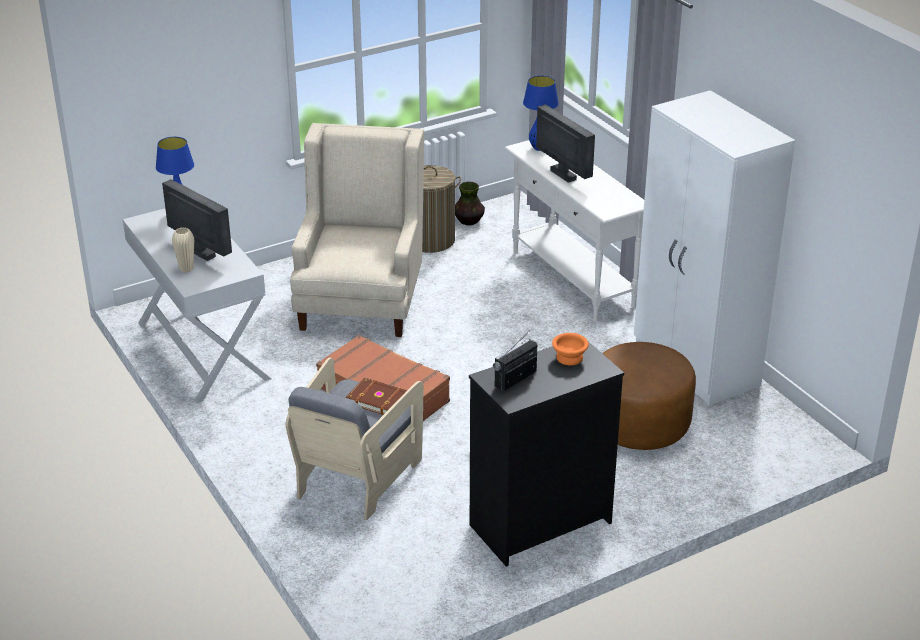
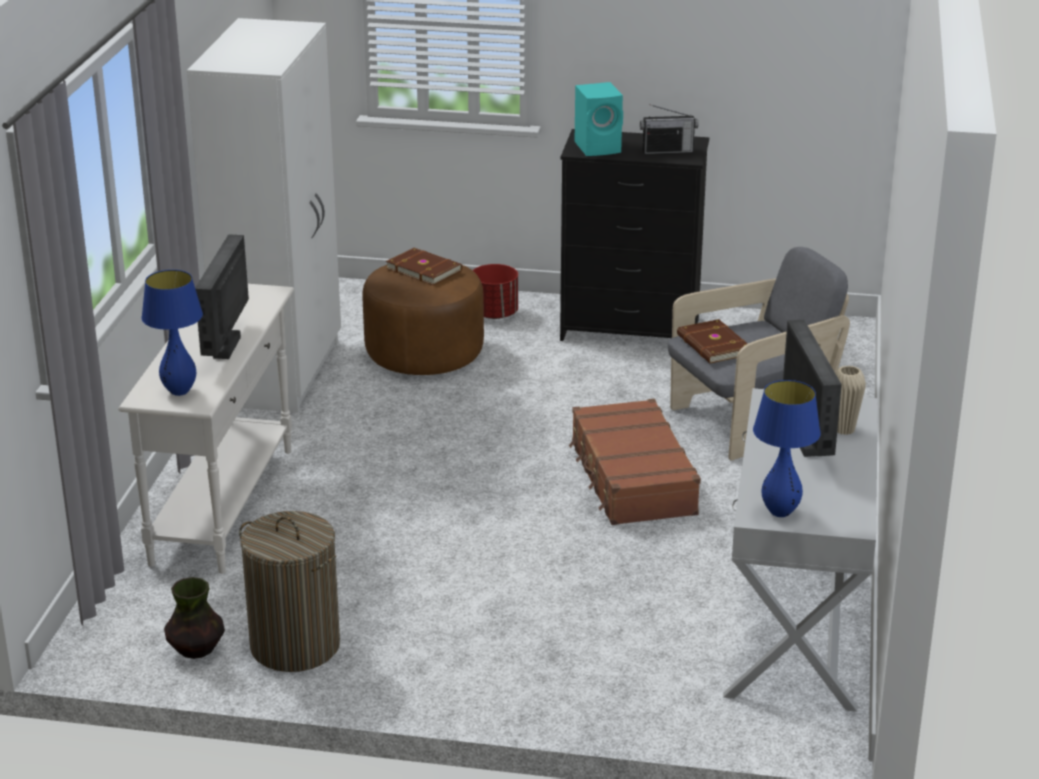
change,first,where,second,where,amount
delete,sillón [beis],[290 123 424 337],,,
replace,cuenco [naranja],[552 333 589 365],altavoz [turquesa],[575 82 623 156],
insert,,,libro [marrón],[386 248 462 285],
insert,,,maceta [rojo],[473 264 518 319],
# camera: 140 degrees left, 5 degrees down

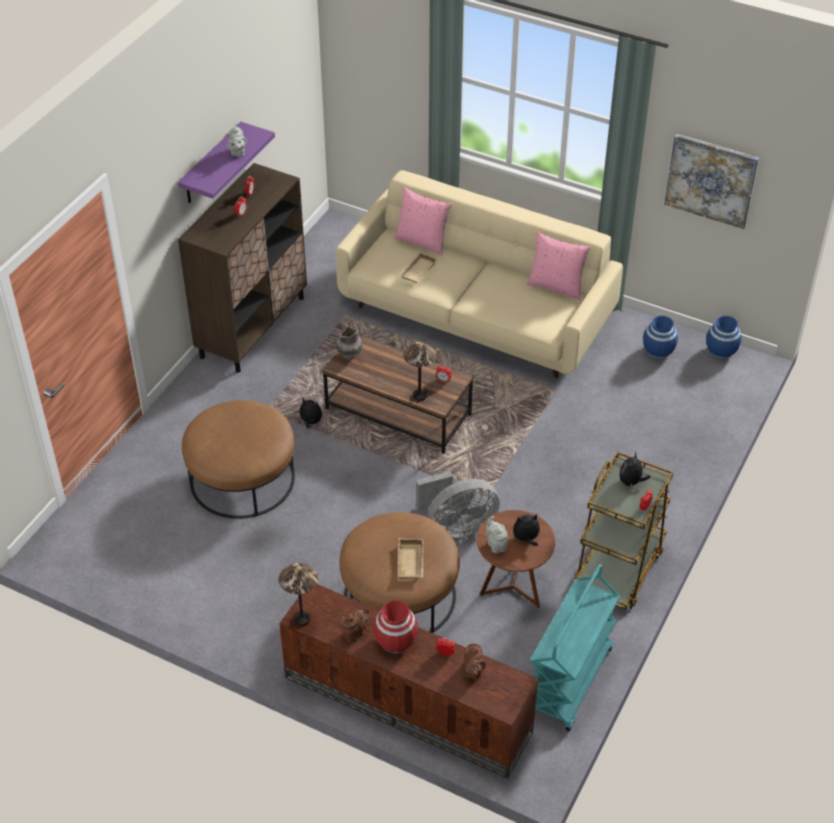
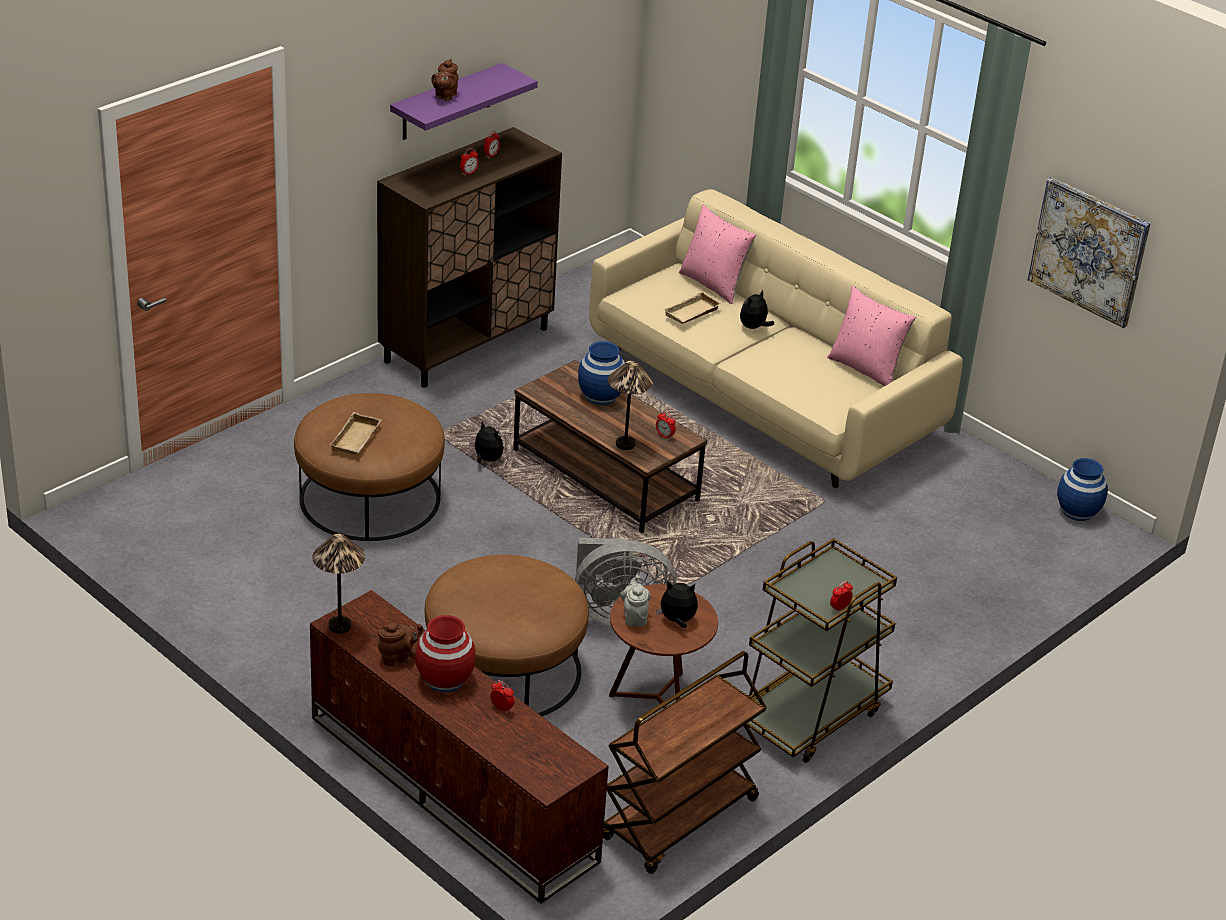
change,first,where,second,where,amount
delete,tetera [gris],[227 125 247 157],,,
delete,florero [gris],[336 326 363 359],,,
move,bandeja [beis],[398 538 424 579],,[330 412 382 455],
move,tetera [marrón],[461 643 486 679],,[431 59 458 101],
recolor,carrito [turquesa],[530 564 620 731],carrito [marrón],[603 651 767 874],
move,peluche,[619 452 650 488],,[740 289 774 329],
move,florero [azul],[643 316 678 359],,[578 341 625 405],
# camera: 15 degrees right, 10 degrees down

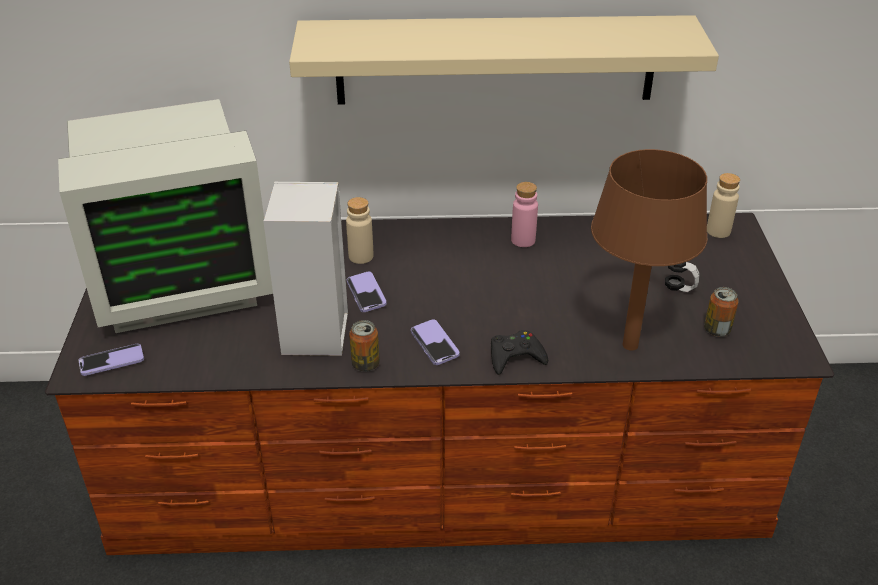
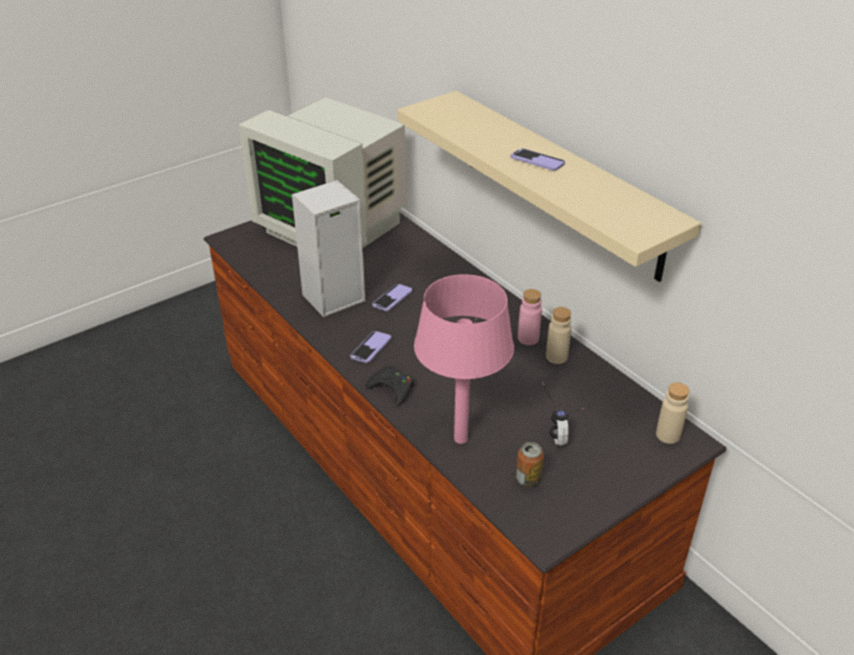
change,first,where,second,where,amount
move,móvil,[79 344 144 376],,[511 148 565 171],
move,botella [beis],[346 197 373 264],,[546 307 572 364],
delete,lata,[349 320 380 372],,,
recolor,lámpara de mesa [marrón],[591 149 707 351],lámpara de mesa [rosa],[414 274 514 444],
# camera: 55 degrees right, 0 degrees up

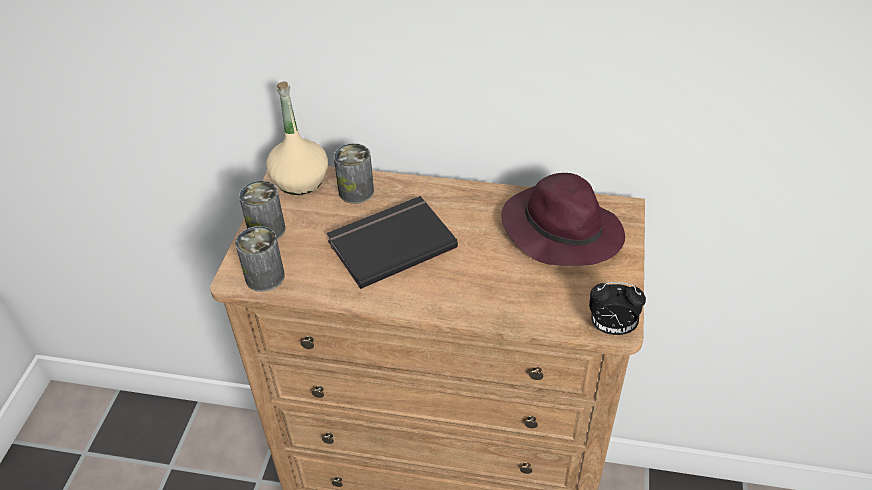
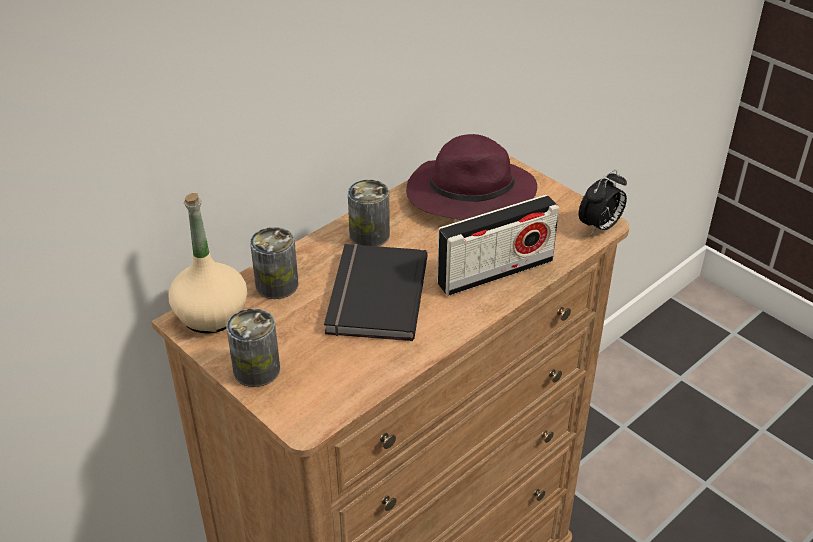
change,first,where,second,where,amount
move,lata,[235 226 285 292],,[348 180 390 246],
insert,,,radio,[437 195 559 296],
# camera: 55 degrees left, 5 degrees down

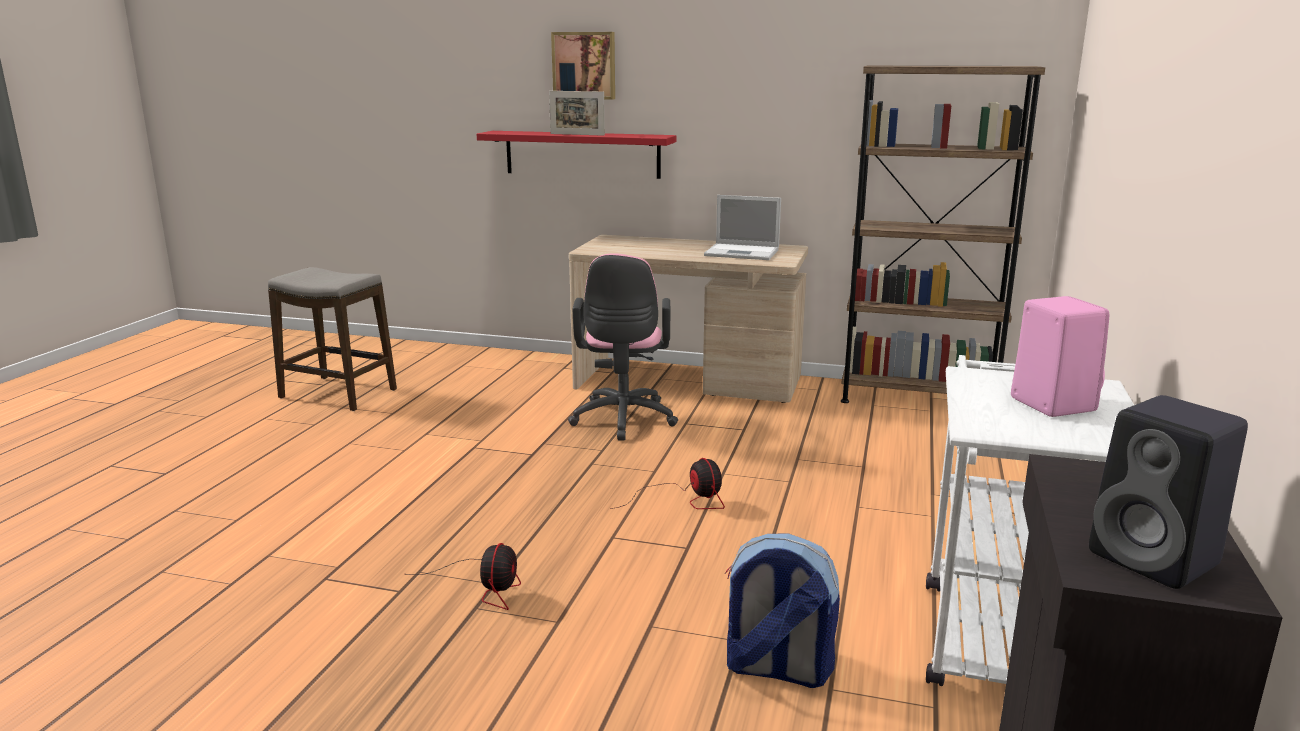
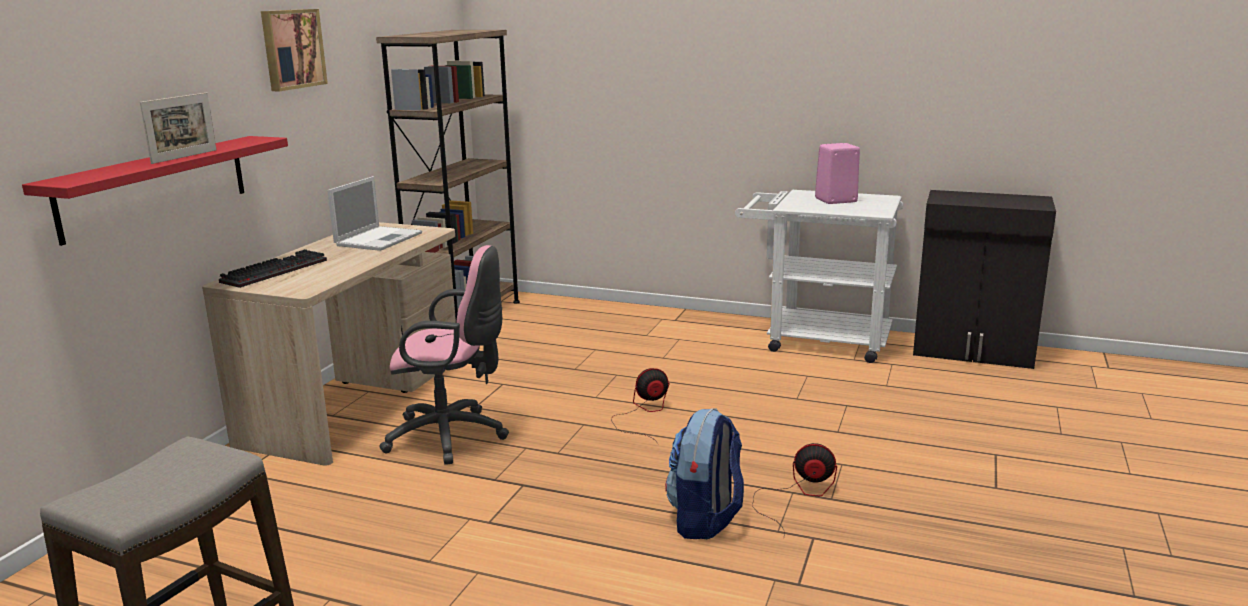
change,first,where,second,where,amount
move,cuadro,[551 32 615 100],,[261 9 328 91],
move,mochila,[725 533 840 688],,[665 408 744 539],
delete,altavoz [negro],[1089 395 1248 589],,,
insert,,,teclado,[219 249 327 288],
# camera: 85 degrees left, 0 degrees up

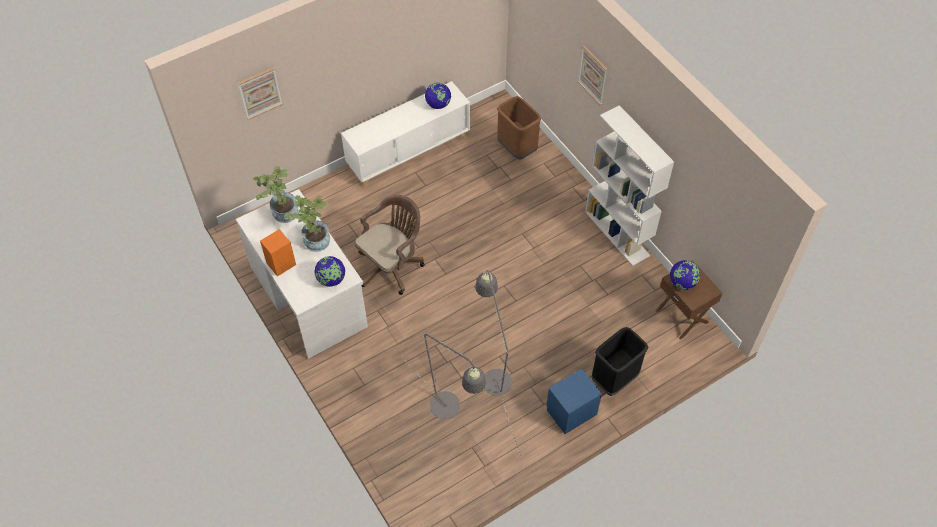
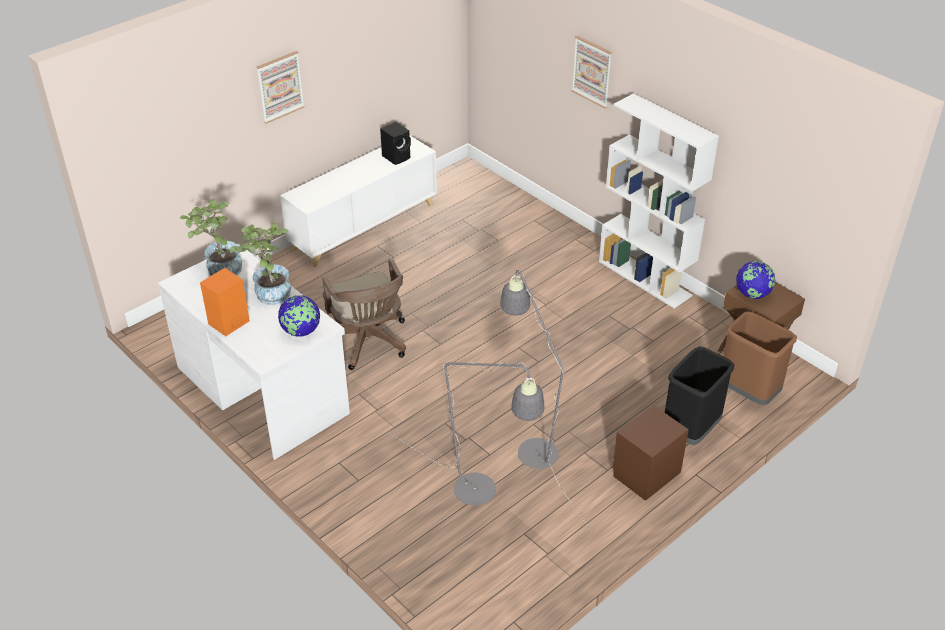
change,first,where,second,where,amount
move,cuadro,[238 67 283 120],,[257 51 305 124],
rotate,silla de oficina [marrón],[354 195 425 295],,[322 259 406 370],120 degrees clockwise
replace,globo terráqueo,[425 83 451 109],altavoz [negro],[380 122 411 165],
move,papelera [marrón],[497 96 541 160],,[723 311 797 405],
recolor,mesita de noche [azul],[546 369 602 434],mesita de noche [marrón],[612 405 689 501],
# camera: 10 degrees left, 15 degrees down

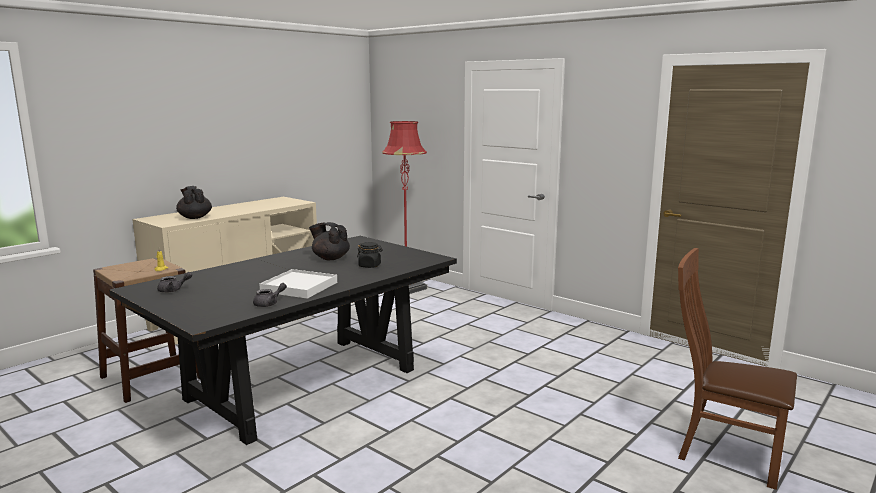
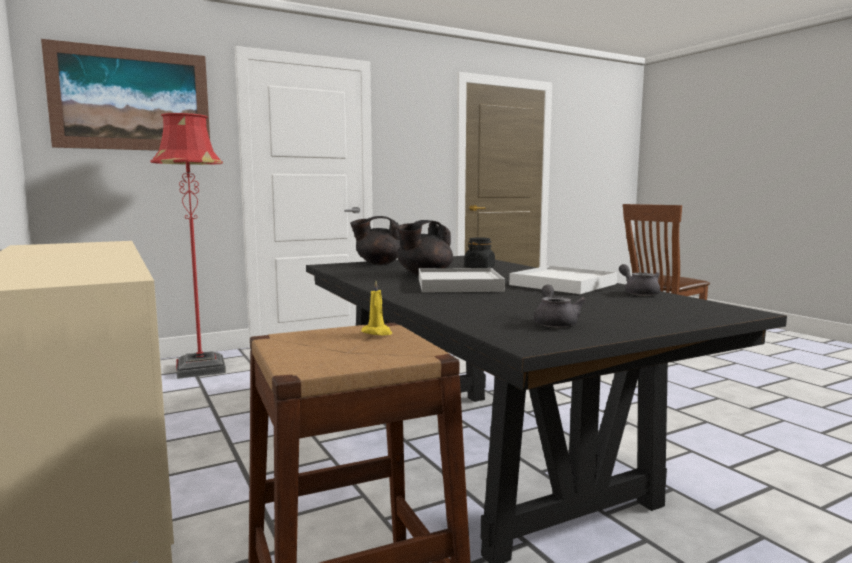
change,first,where,second,where,amount
move,tetera [negro],[176 186 212 219],,[350 216 401 265],
insert,,,cuadro,[41 39 210 151],
insert,,,bandeja [blanco],[419 268 505 292],
# camera: 70 degrees left, 5 degrees down

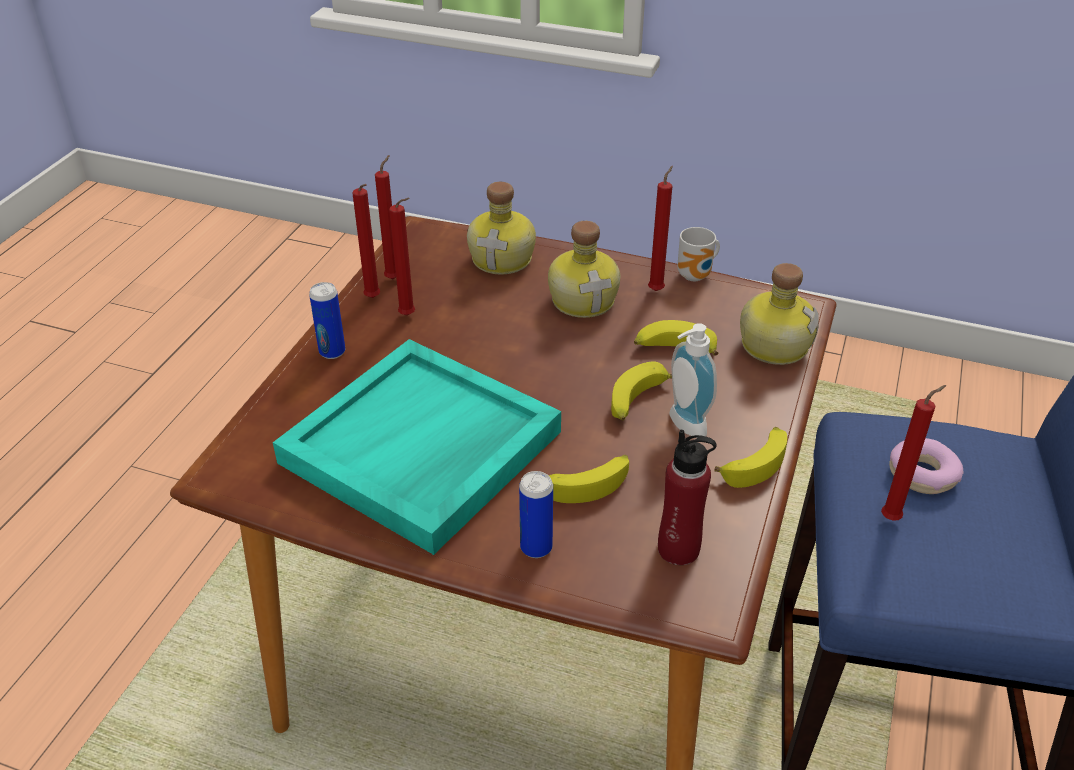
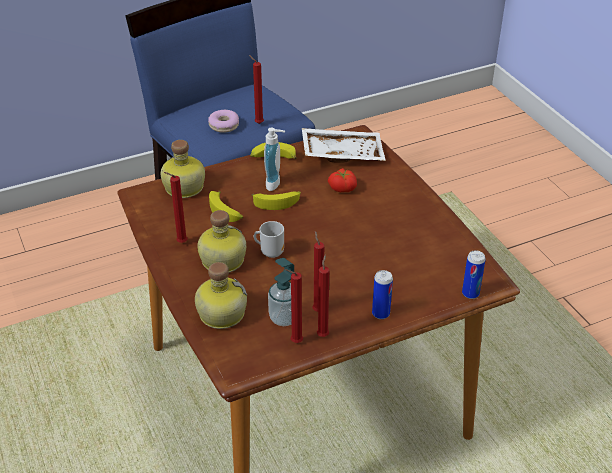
change,first,where,second,where,amount
delete,bandeja [turquesa],[273 339 561 555],,,
move,lata,[519 471 553 558],,[462 250 486 299],
replace,plátano,[548 455 629 503],tomate,[328 168 357 192],
replace,botella [rojo],[658 430 717 565],bandeja [blanco],[302 128 386 163],
move,taza grande,[677 227 720 281],,[254 221 284 258],
insert,,,dispensador de jabón,[268 258 294 326],
# camera: 135 degrees left, 0 degrees up

